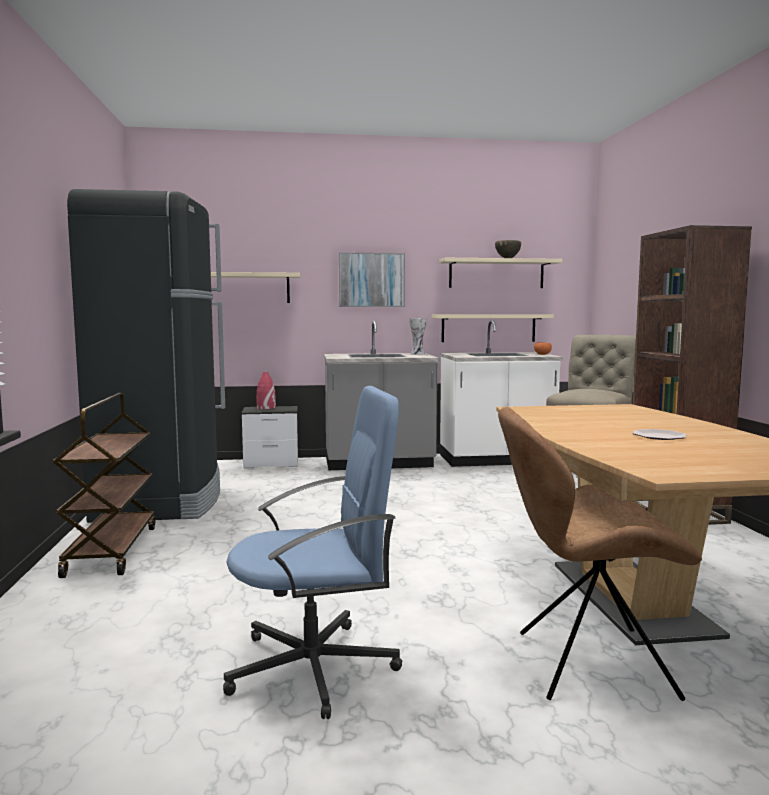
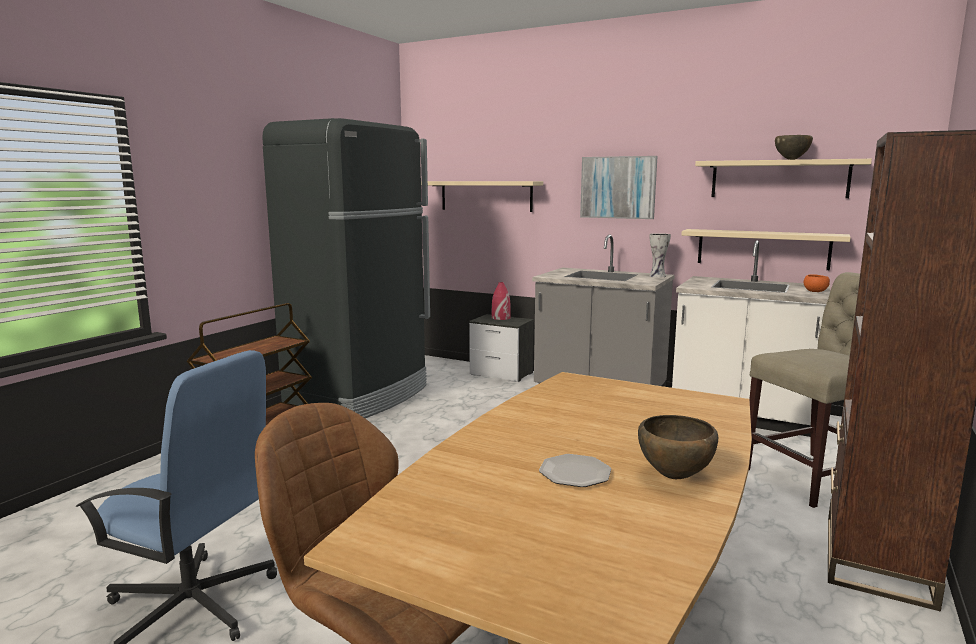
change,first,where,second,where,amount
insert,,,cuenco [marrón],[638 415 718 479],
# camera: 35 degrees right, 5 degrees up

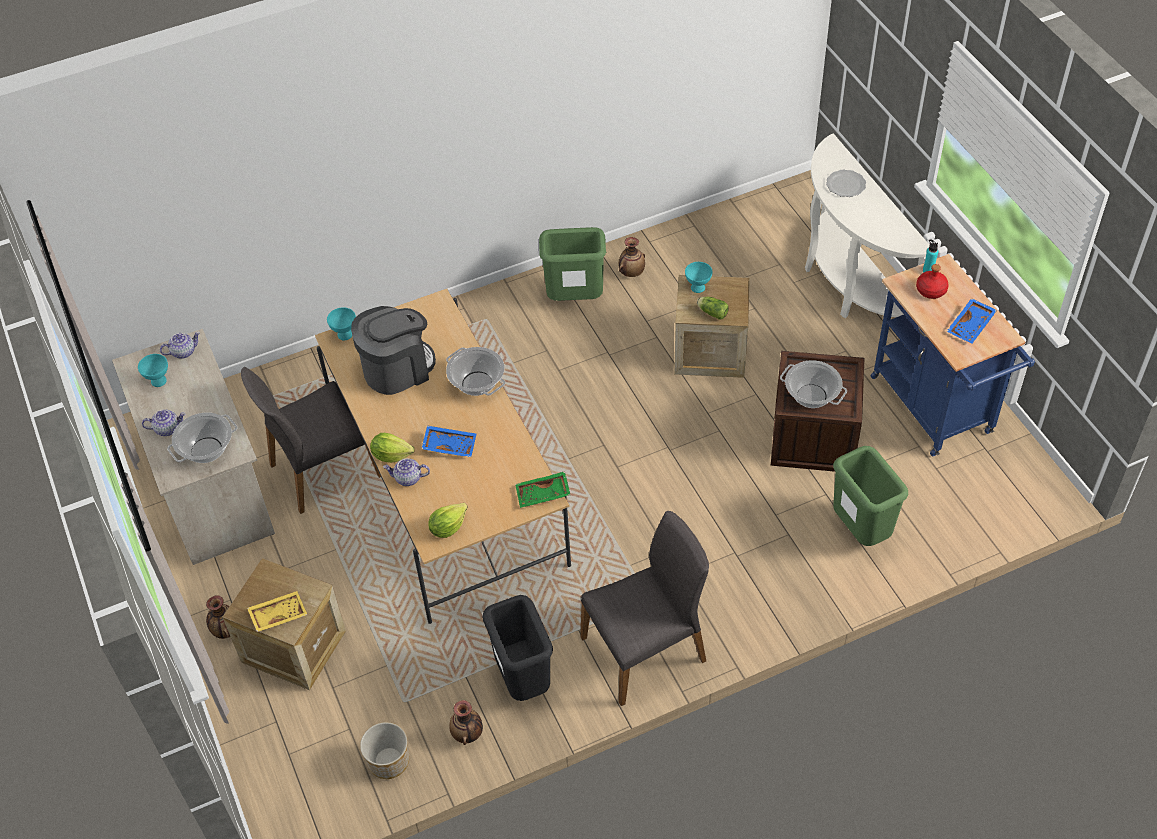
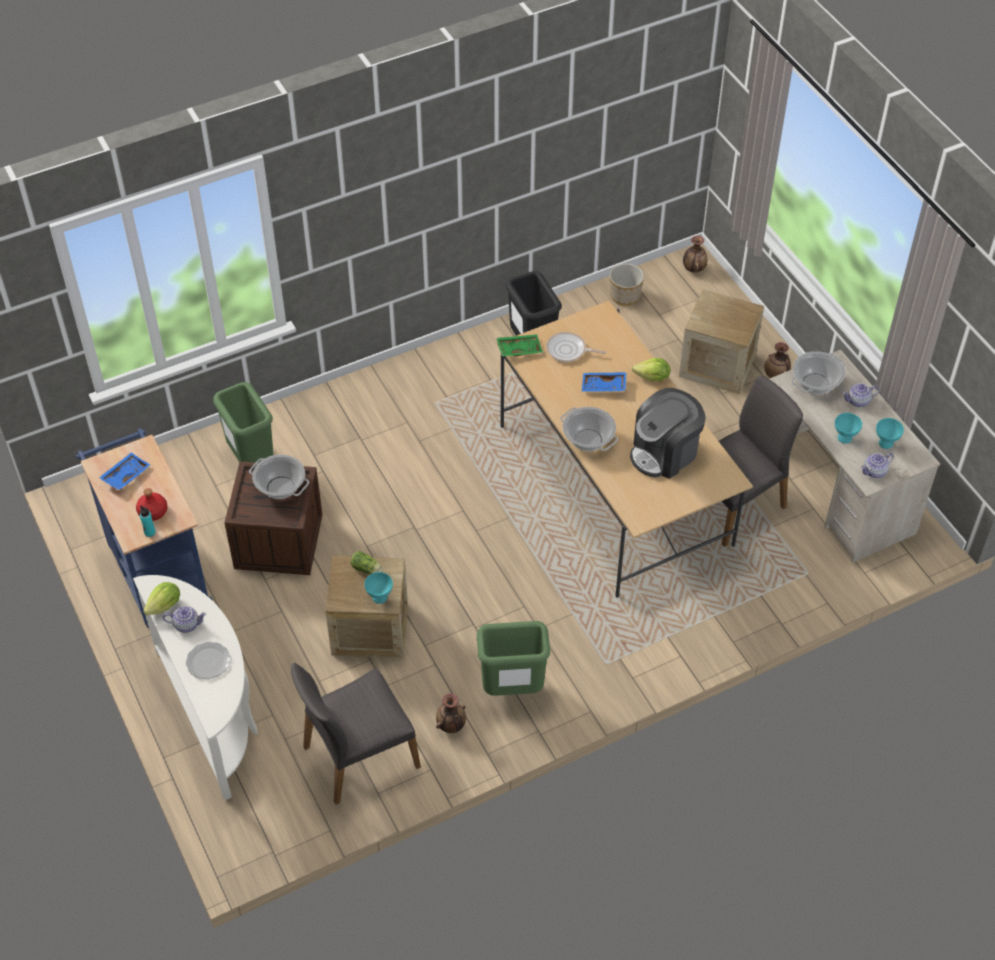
change,first,where,second,where,amount
delete,bandeja [amarillo],[247 591 307 632],,,
move,cuenco [turquesa],[327 307 356 340],,[835 413 862 444],
move,tetera,[383 458 430 486],,[163 606 206 633],
move,lechuga,[428 503 468 538],,[143 582 180 615],
move,florero,[449 700 483 745],,[683 236 707 273],
move,silla [gris],[580 511 709 706],,[291 663 421 805],
insert,,,sartén,[546 332 606 362],
# camera: 175 degrees right, 0 degrees up

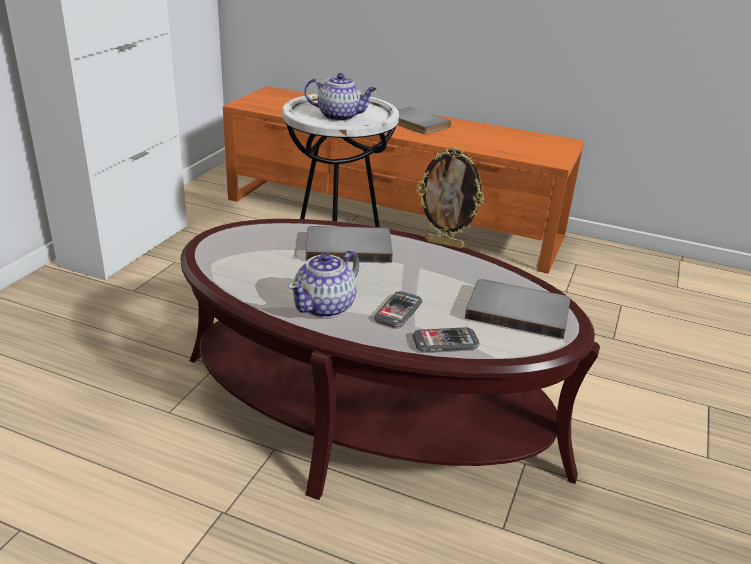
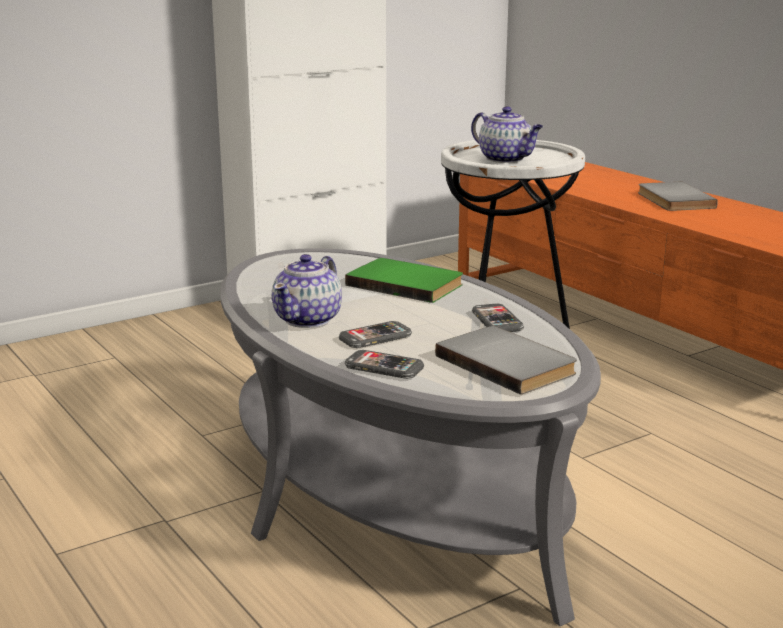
change,first,where,second,where,amount
recolor,mesa de centro [marrón],[181 219 600 500],mesa de centro [gris],[220 248 601 626],
rotate,tetera,[288 250 359 318],,[272 254 342 328],45 degrees counterclockwise
recolor,libro [gris],[306 226 393 263],libro [verde],[345 258 463 303],
delete,portarretratos,[417 147 484 248],,,
insert,,,móvil,[472 304 524 332],
# camera: 35 degrees right, 10 degrees down

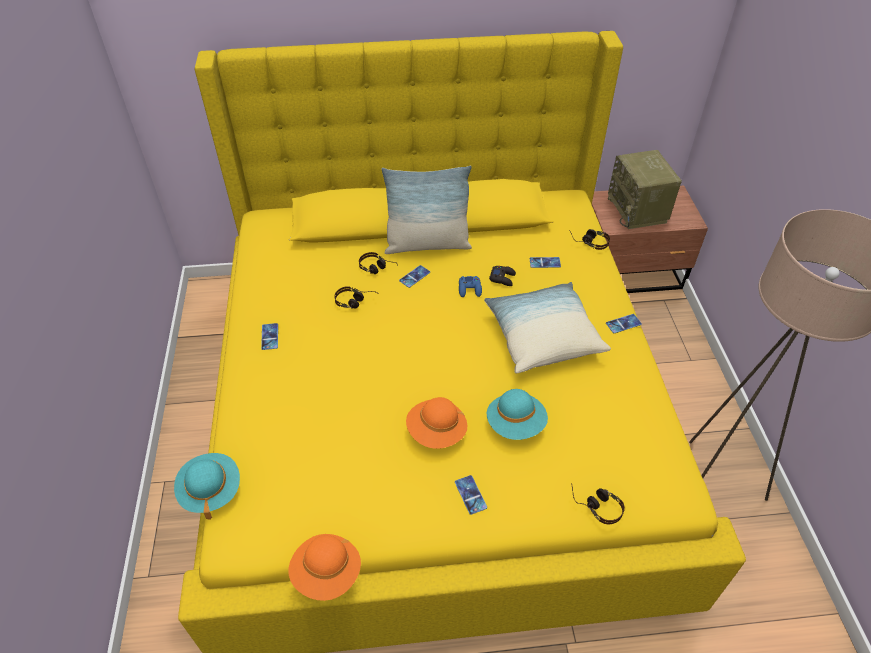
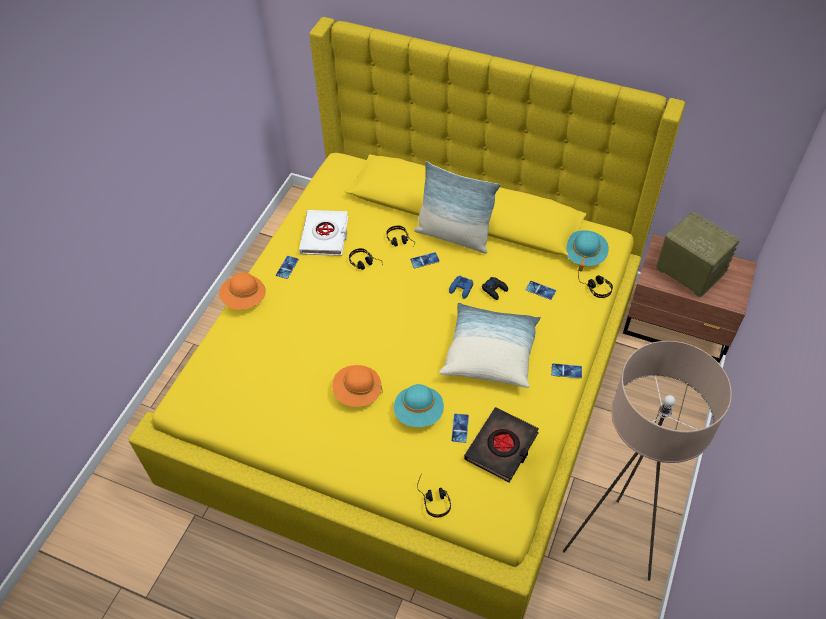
change,first,where,second,where,amount
move,sombrero [turquesa],[174 453 240 520],,[566 230 609 272],
move,sombrero [naranja],[289 534 361 601],,[219 272 266 310],
move,móvil,[455 475 487 515],,[451 414 469 443],
rotate,radio,[608 150 682 229],,[656 211 740 298],120 degrees clockwise
insert,,,libro [blanco],[299 210 349 256],
insert,,,libro [negro],[464 407 539 483],
# camera: 30 degrees right, 5 degrees up

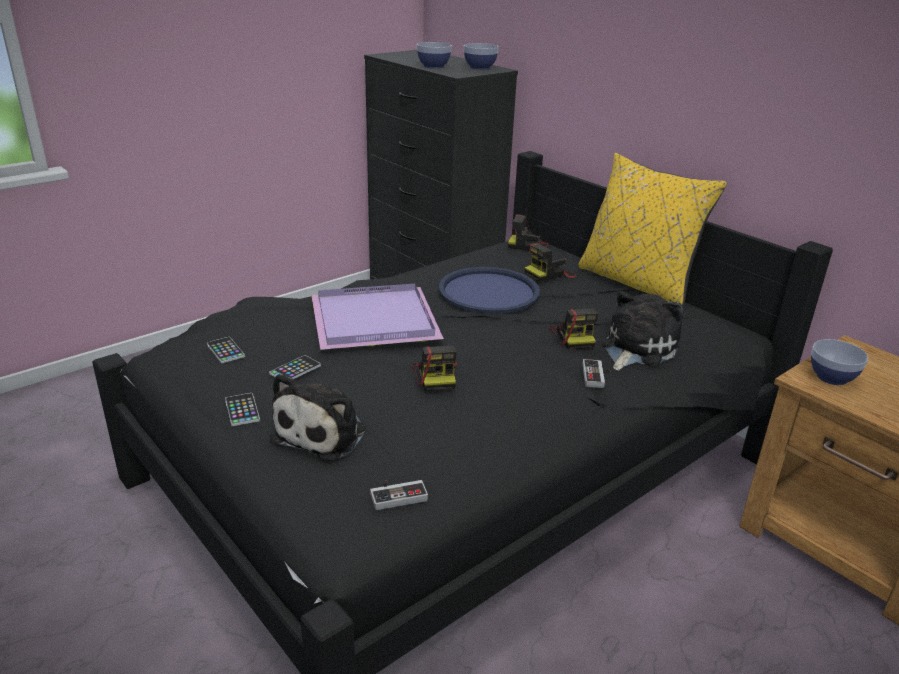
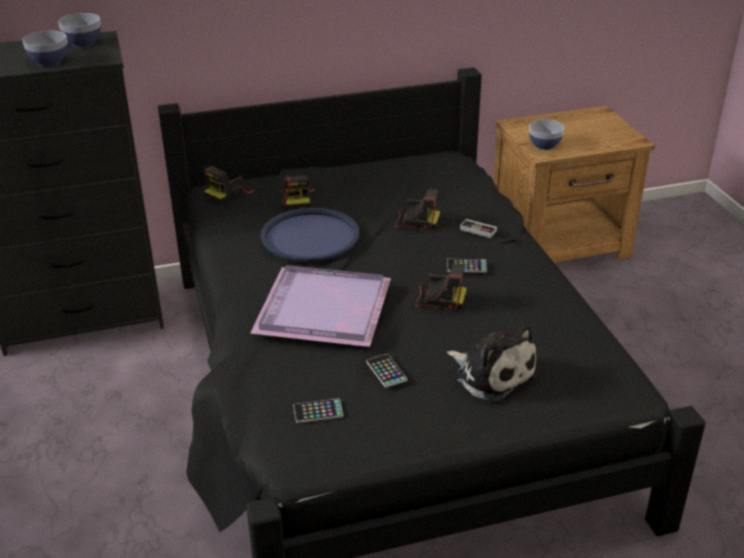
change,first,where,second,where,amount
move,móvil,[225 393 260 426],,[447 259 487 273],
delete,mando de consola,[370 480 428 510],,,
delete,cojín [amarillo],[578 153 727 307],,,
delete,peluche,[602 291 683 371],,,
# camera: 65 degrees left, 5 degrees up

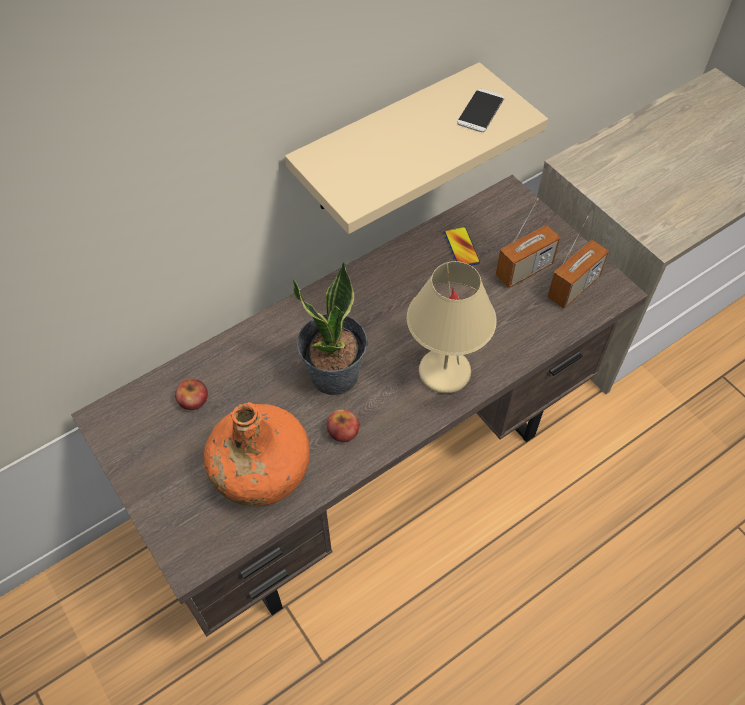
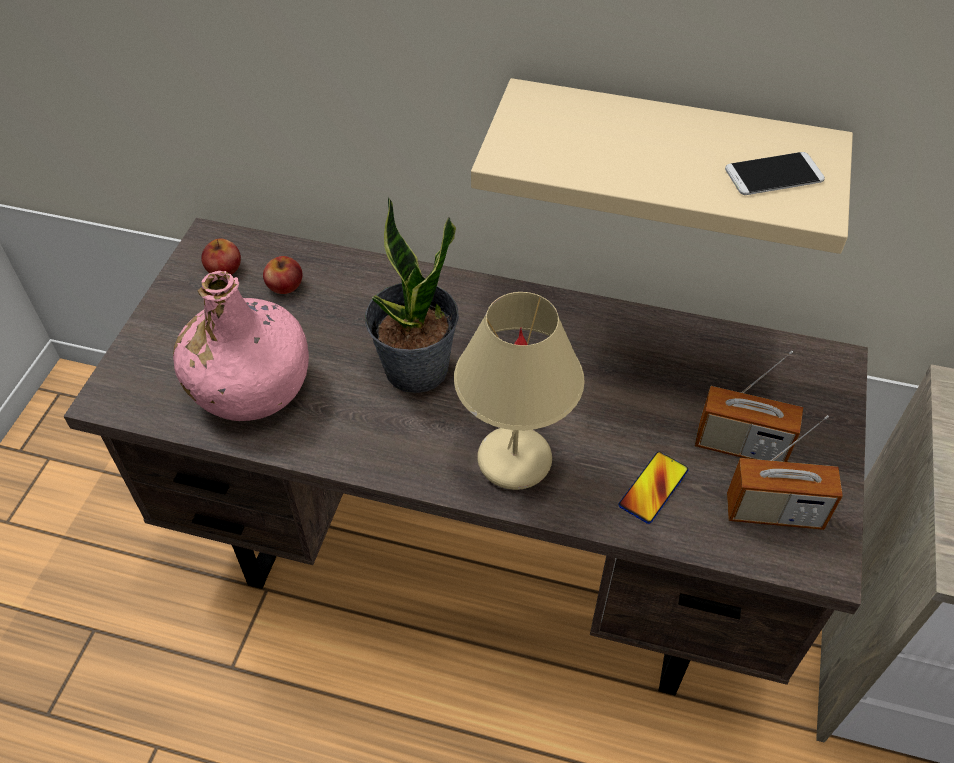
change,first,where,second,where,amount
recolor,botella [naranja],[203 402 310 507],botella [rosa],[173 271 309 421],
move,manzana,[327 409 359 442],,[201 238 241 275],
move,móvil,[444 227 480 266],,[619 452 689 524],
# camera: 50 degrees right, 5 degrees down

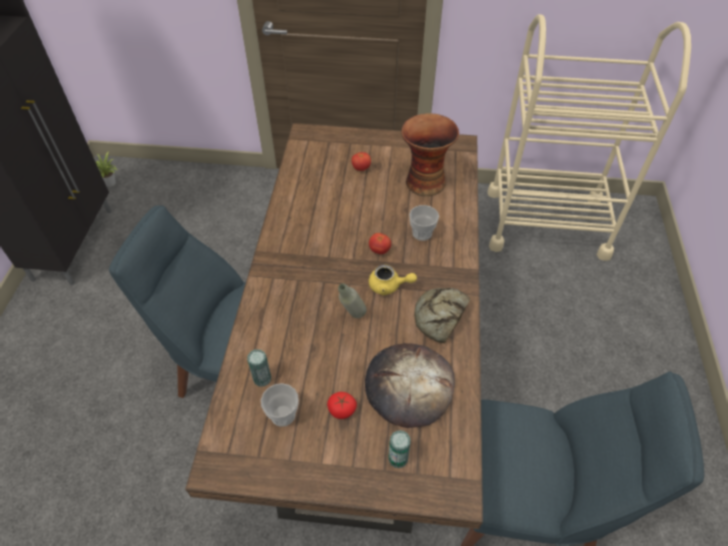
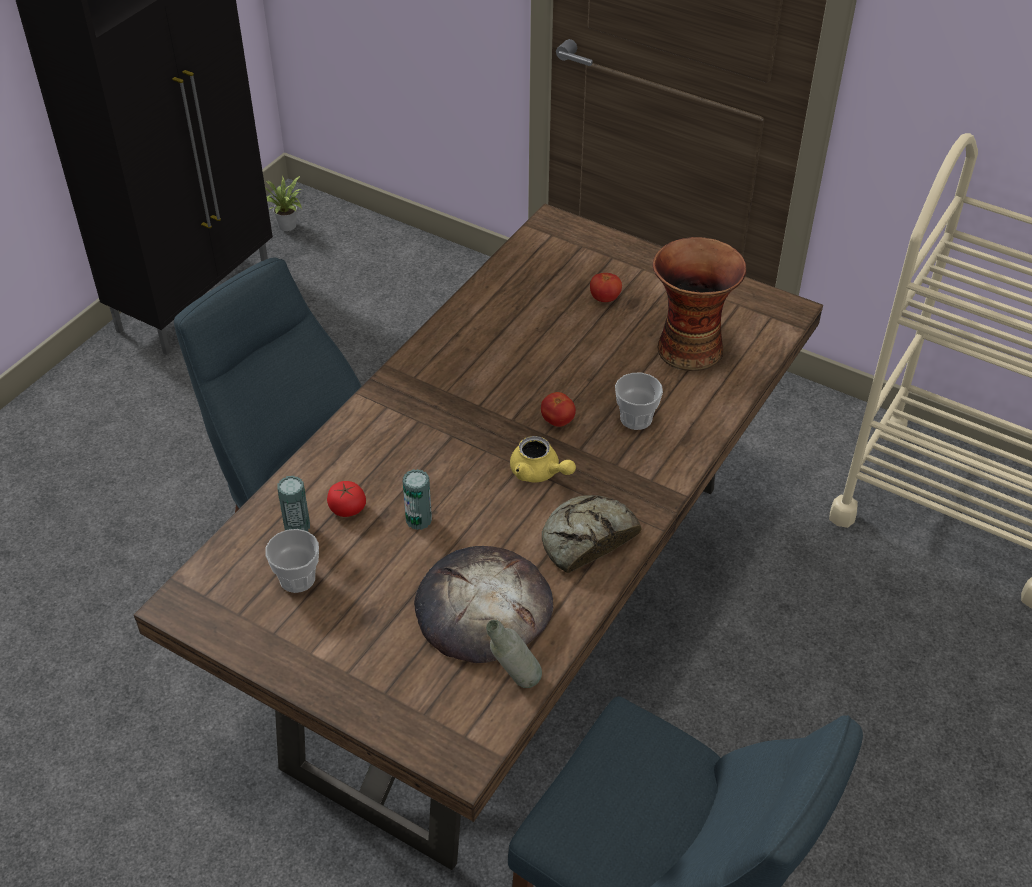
change,first,where,second,where,amount
move,tomate,[327 392 357 419],,[327 481 366 517],
move,botella [gris],[338 284 366 318],,[486 620 542 688],
move,lata,[388 430 411 468],,[403 469 432 530],
# camera: 25 degrees right, 5 degrees down

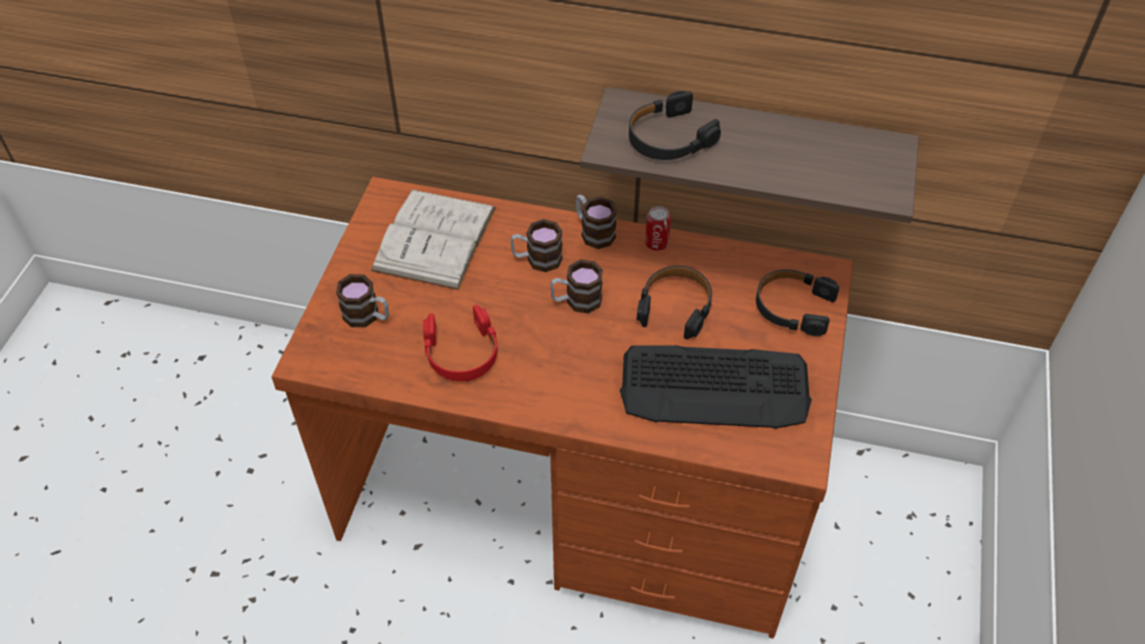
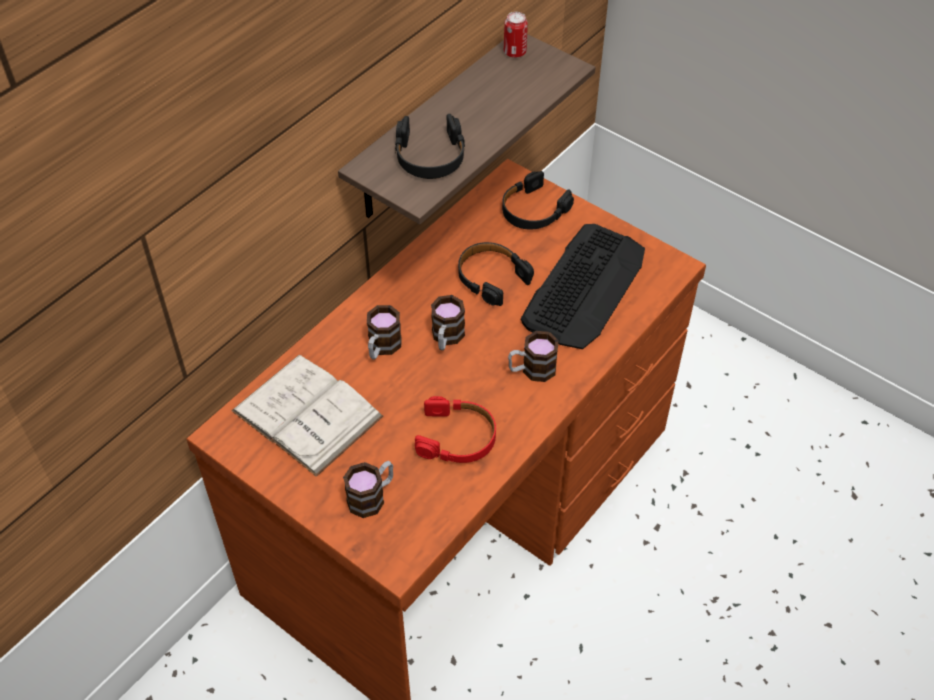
change,first,where,second,where,amount
move,taza grande,[576 195 617 249],,[508 331 559 382],
move,lata,[645 206 671 251],,[504 12 528 58],
# camera: 65 degrees left, 0 degrees up

